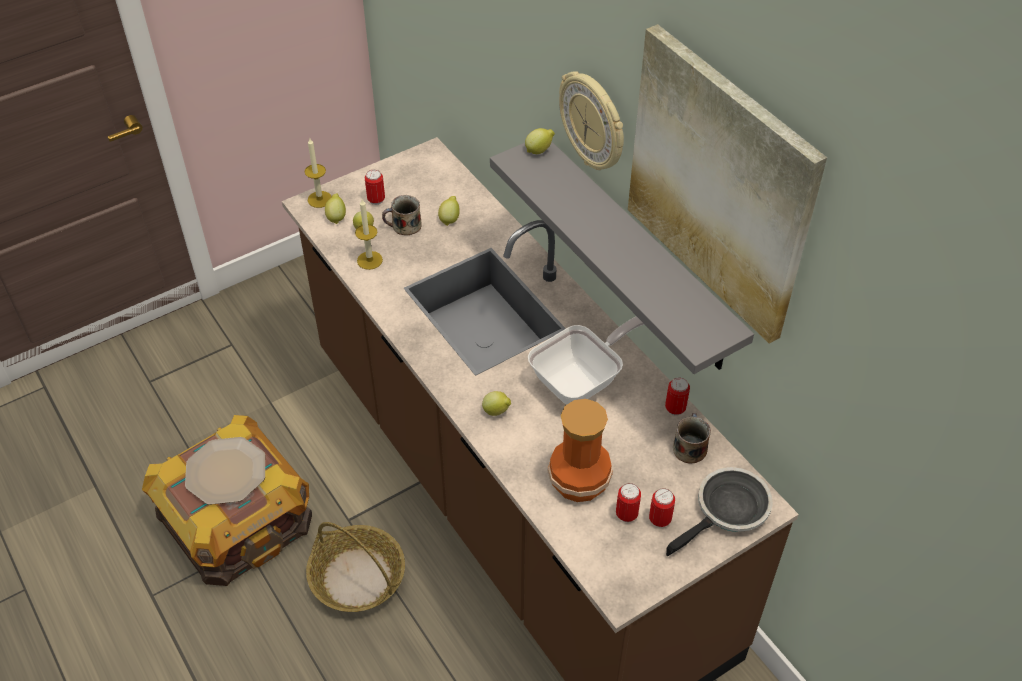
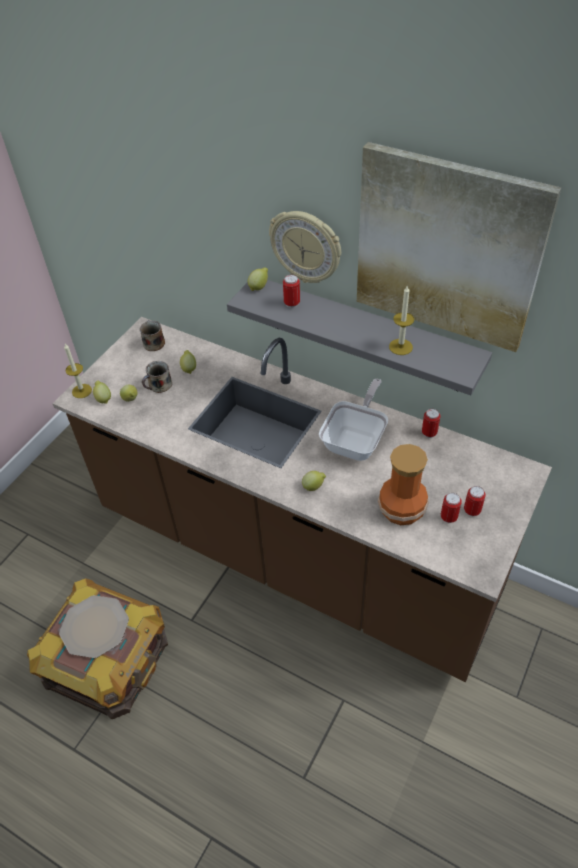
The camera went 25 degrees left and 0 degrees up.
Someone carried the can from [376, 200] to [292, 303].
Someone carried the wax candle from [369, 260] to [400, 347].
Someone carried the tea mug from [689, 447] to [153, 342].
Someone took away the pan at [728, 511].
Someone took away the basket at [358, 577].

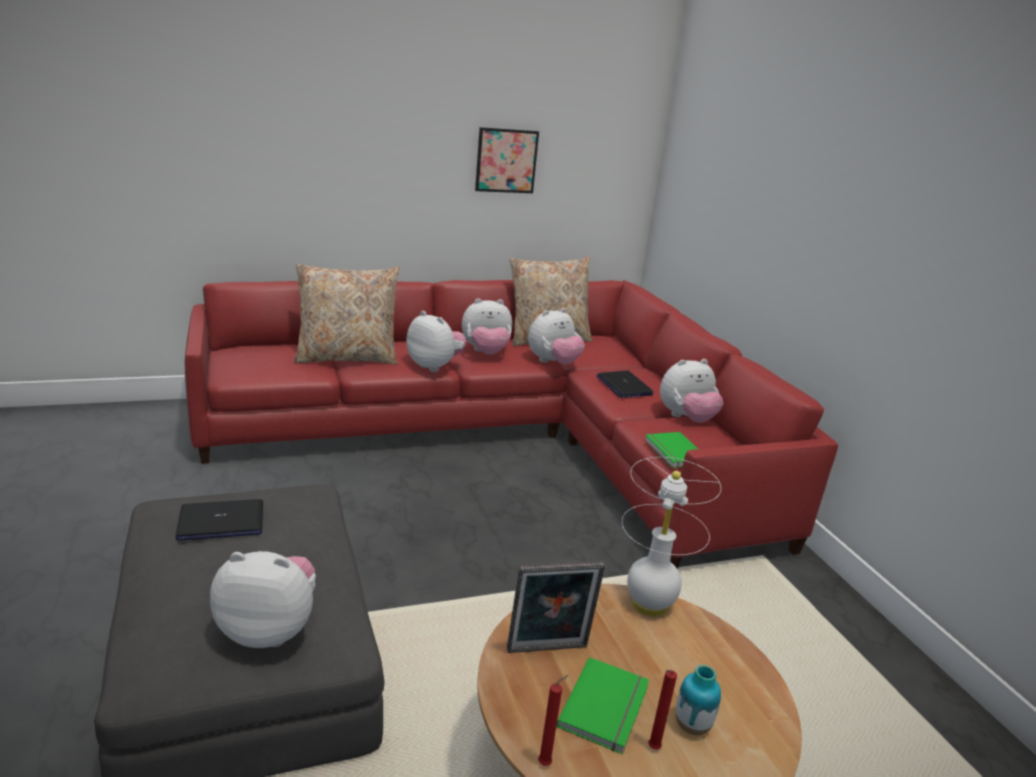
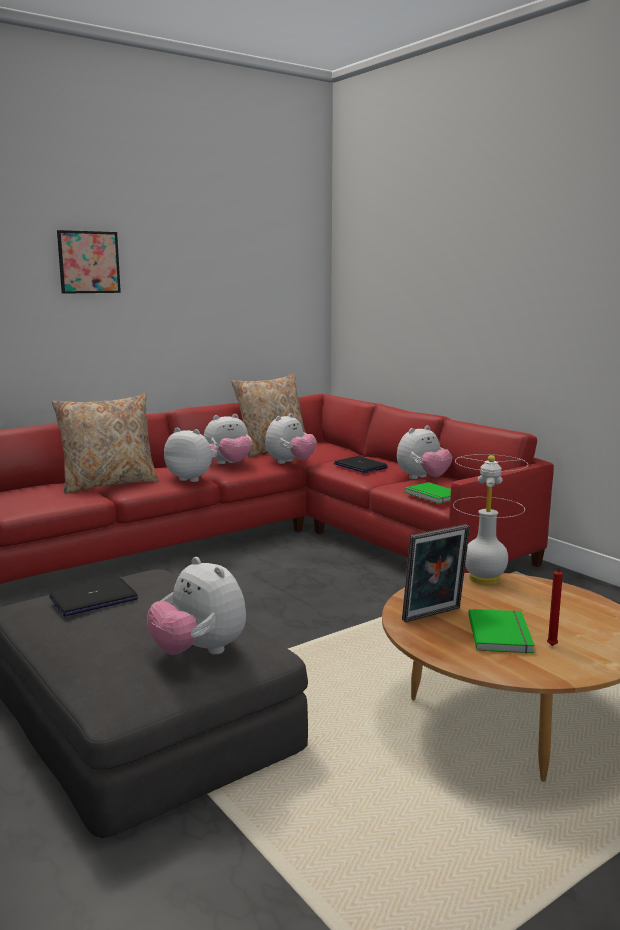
The camera went 15 degrees left and 10 degrees down.
Someone carried the wall picture from [506, 161] to [89, 262].
Someone rotated the cuddly toy at [269, 630] by 120 degrees counterclockwise.
Someone took away the flower vase at [692, 726].
Someone took away the wax candle (red) at [546, 763].

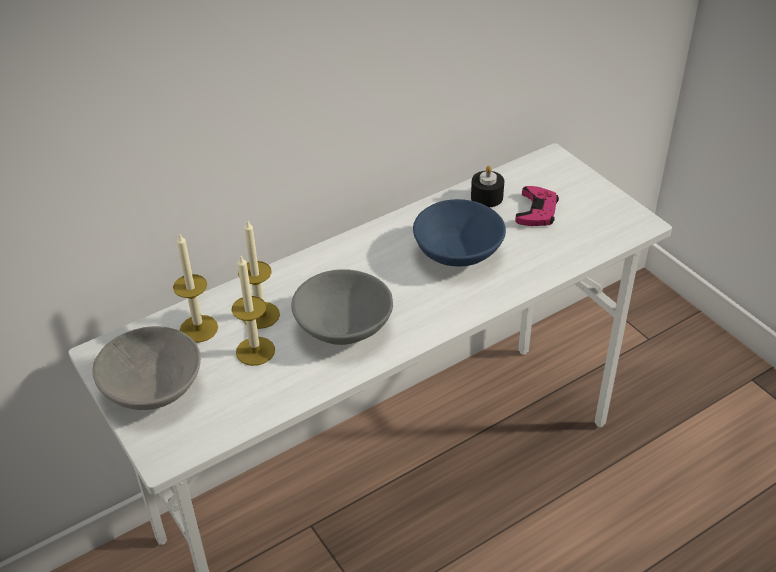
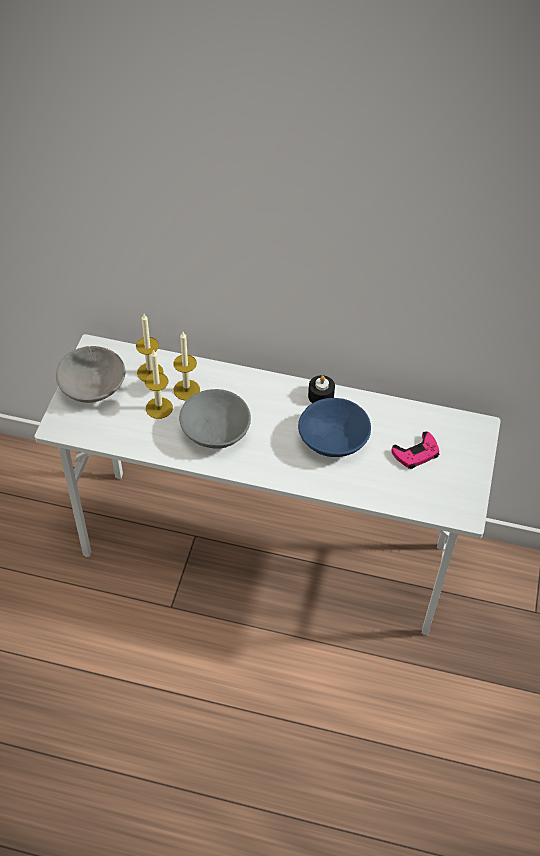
The camera went 45 degrees right and 10 degrees up.
Someone carried the wax candle (blackish) from [487, 197] to [320, 396].

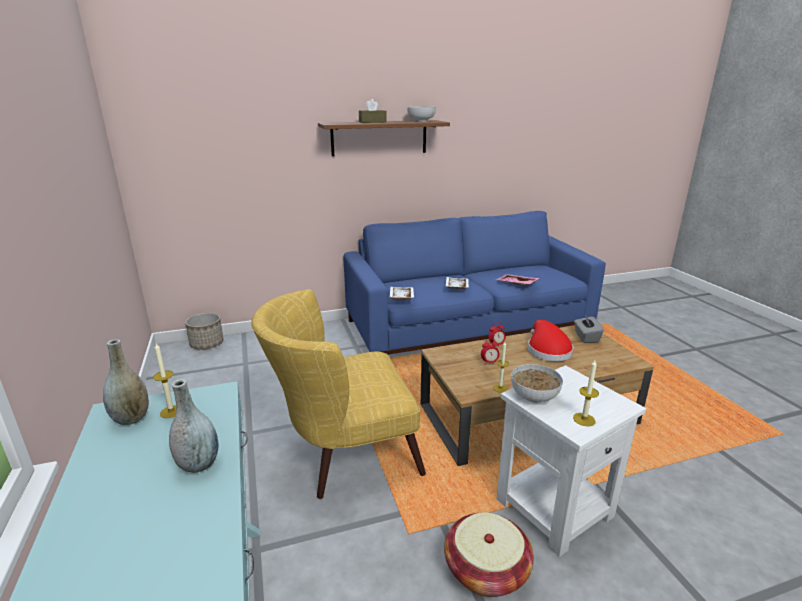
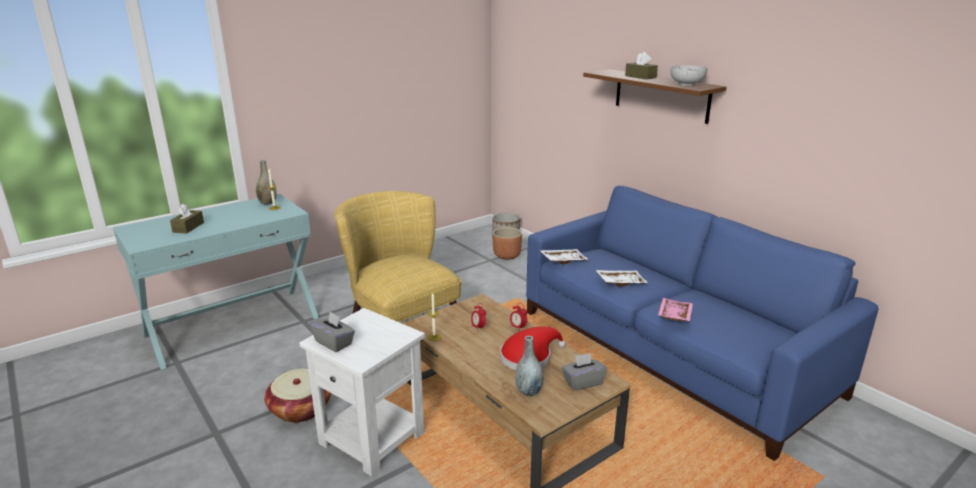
The camera went 70 degrees right and 0 degrees up.
Someone swapped the wax candle at [584, 419] for the box of tissues (gray) at [334, 342].
Someone took away the deep dish at [533, 396].
Someone carried the flower vase (gray) from [198, 464] to [528, 391].
Someone put down the box of tissues (brown-coloured) at [188, 227].
Someone put down the planter (brown-coloured) at [507, 256].

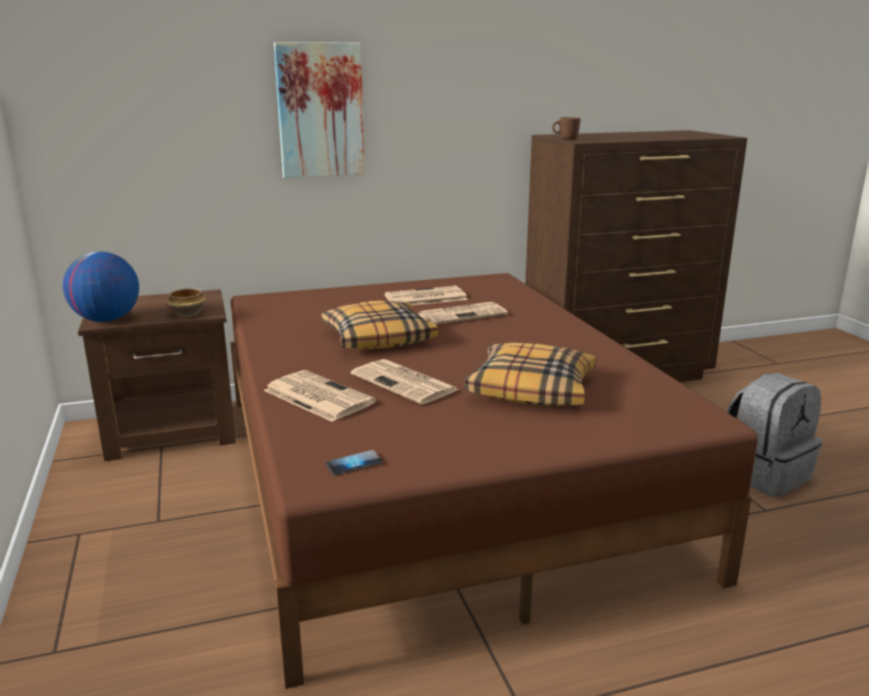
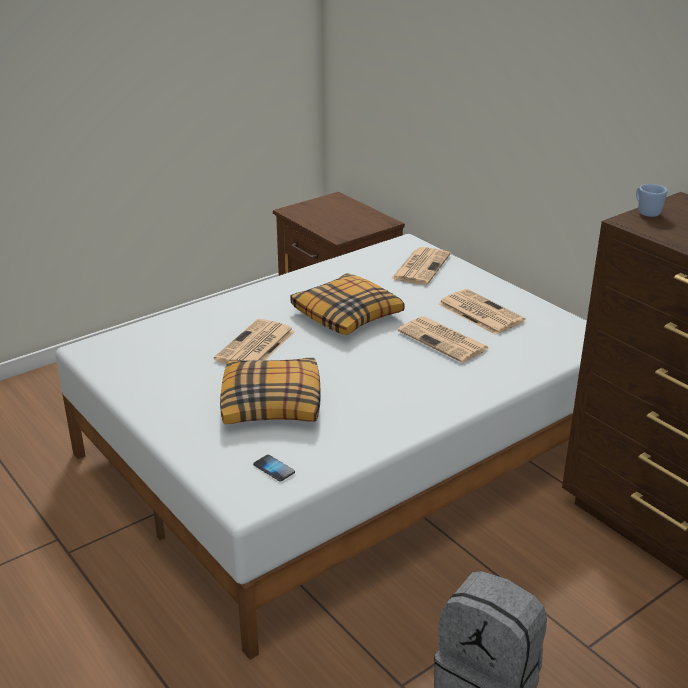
The camera went 70 degrees right and 10 degrees up.
Someone took away the wall picture at [320, 110].
Someone repainted the tea mug (brown-coloured) at [565, 139], which became the tea mug (blue) at [646, 212].
Someone took away the desk globe at [106, 320].
Someone repainted the bedroom bed (brown-coloured) at [435, 475], which became the bedroom bed (white) at [345, 452].
Someone took away the deep dish at [188, 314].
Someone carried the daily paper from [317, 396] to [421, 266].
Someone carried the phone from [354, 464] to [274, 469].

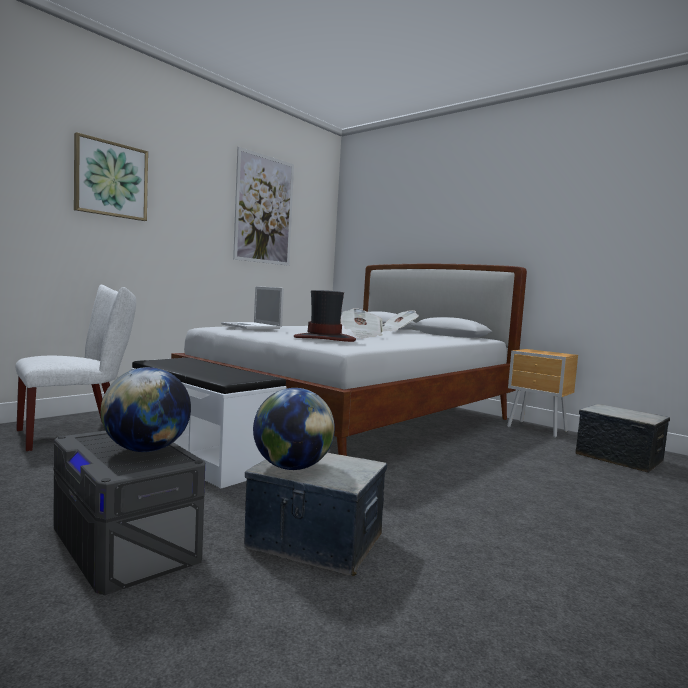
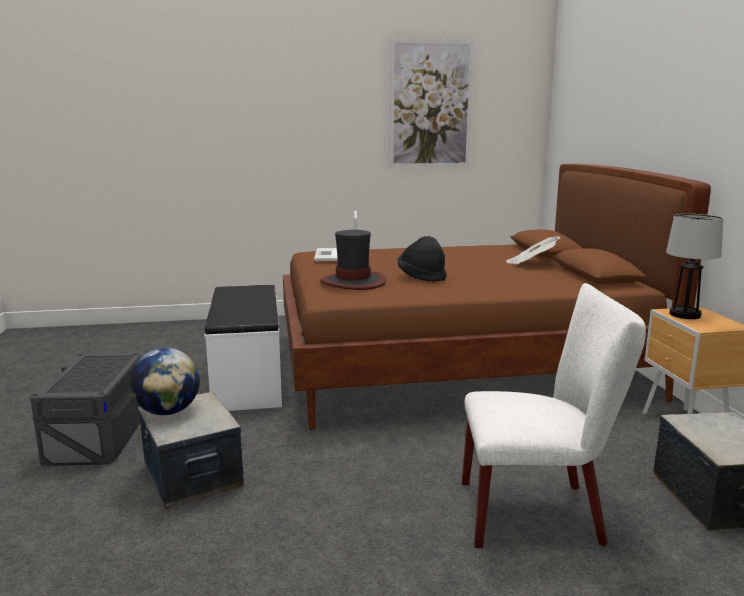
The camera went 40 degrees right and 10 degrees up.
Someone took away the wall picture at [111, 179].
Someone repainted the bedroom bed (white) at [356, 420], which became the bedroom bed (brown-coloured) at [456, 366].
Someone carried the plain chair (white) from [78, 433] to [540, 512].
Someone swapped the daily paper at [361, 336] for the clothing hat (blackish) at [422, 277].
Someone took away the desk globe at [146, 450].
Someone put down the tabletop lamp at [684, 315].

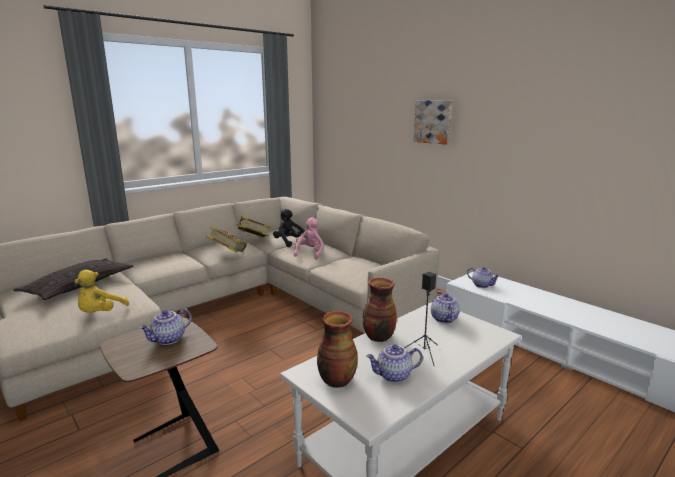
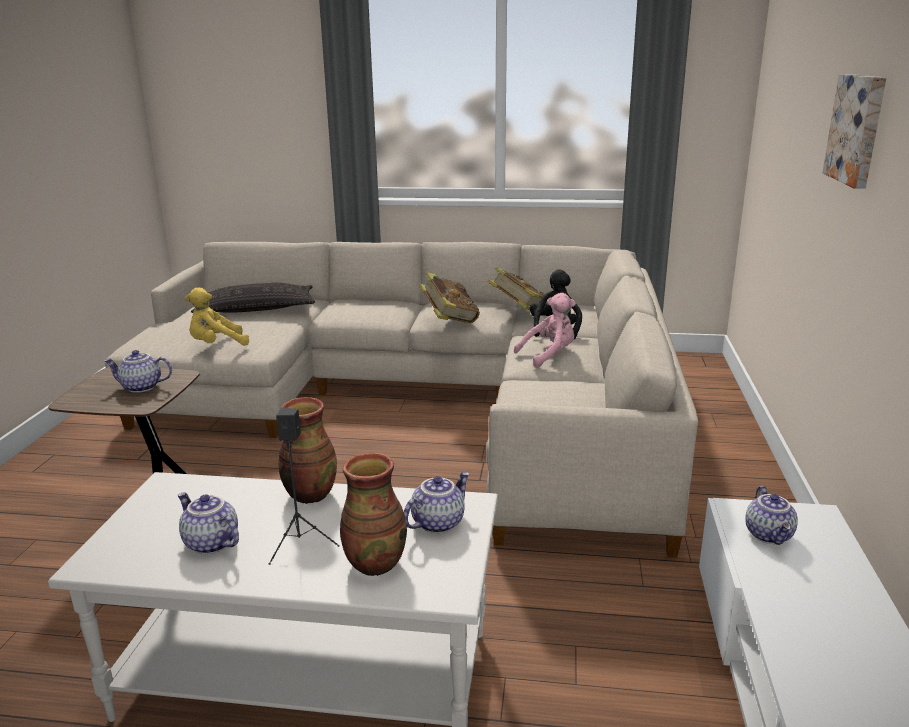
The camera went 50 degrees right and 5 degrees up.
Someone carried the flower vase from [336, 380] to [375, 563].

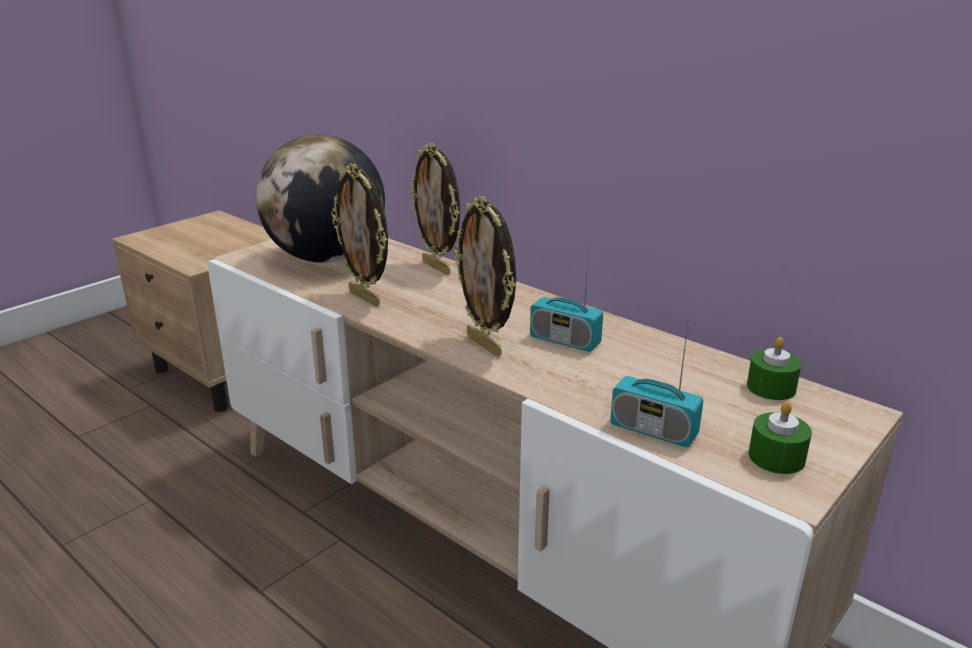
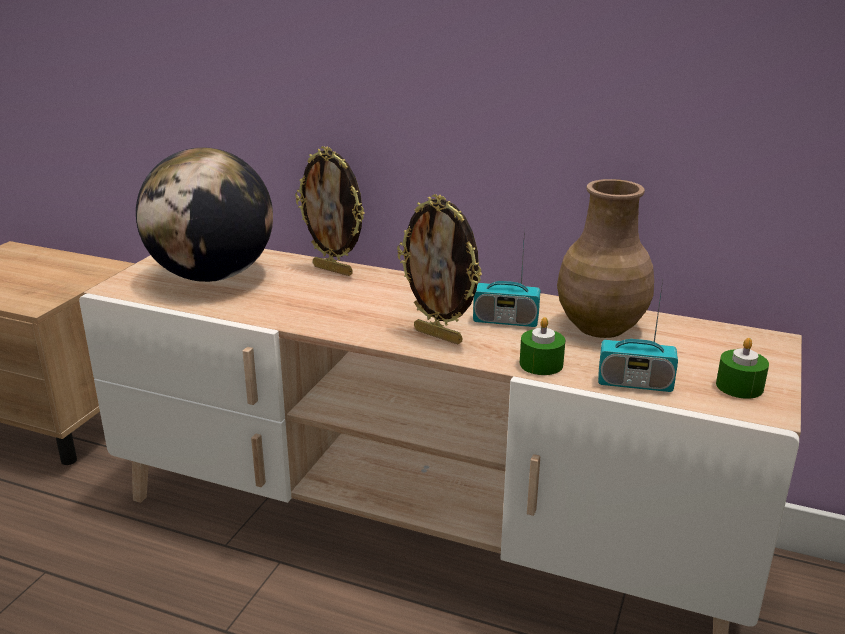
The camera went 20 degrees left and 0 degrees up.
Someone took away the photo frame at [366, 297].
Someone carried the wax candle (greenish) from [771, 387] to [541, 364].
Someone put down the flower vase (brown-coloured) at [601, 327].

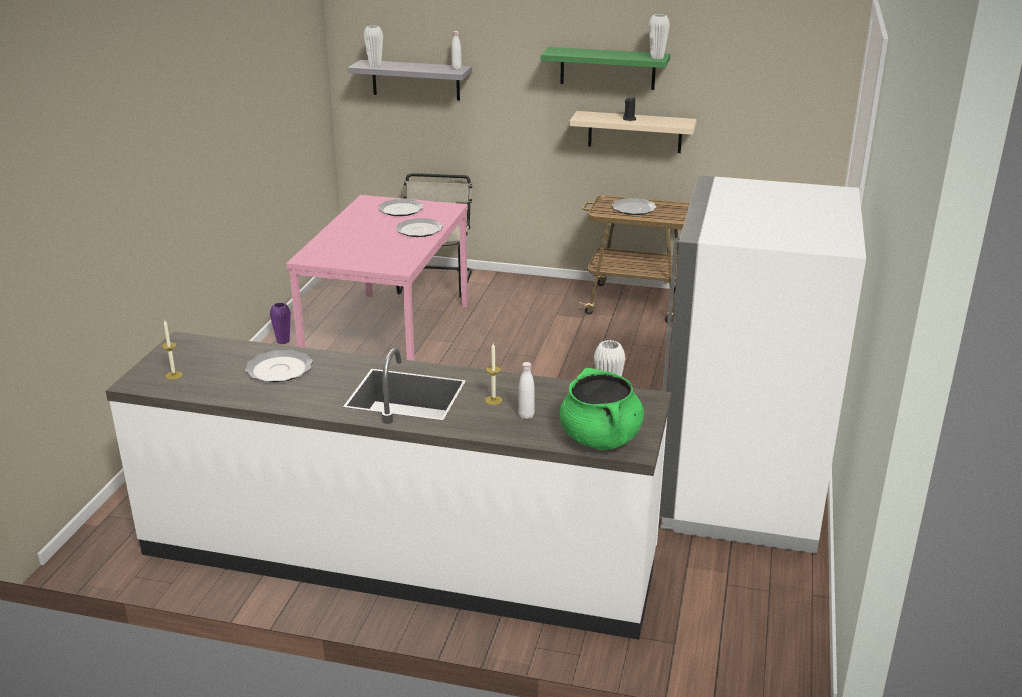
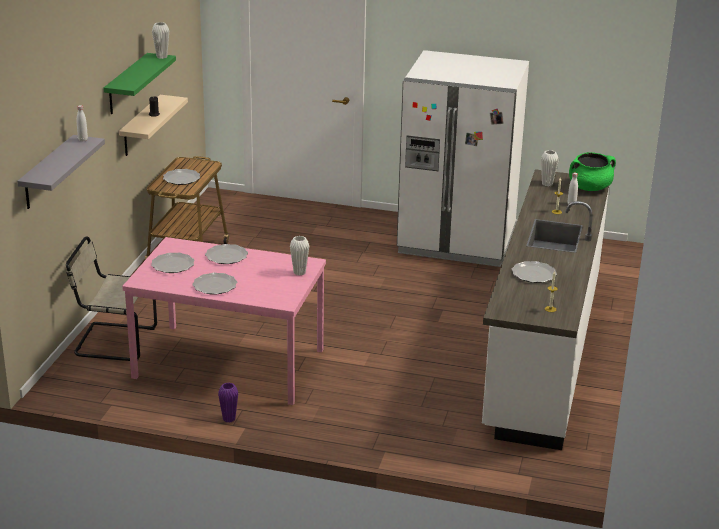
The camera went 90 degrees left and 0 degrees up.
Someone carried the flower vase (white) from [375, 66] to [299, 272].
Someone put down the dinner plate at [214, 286].

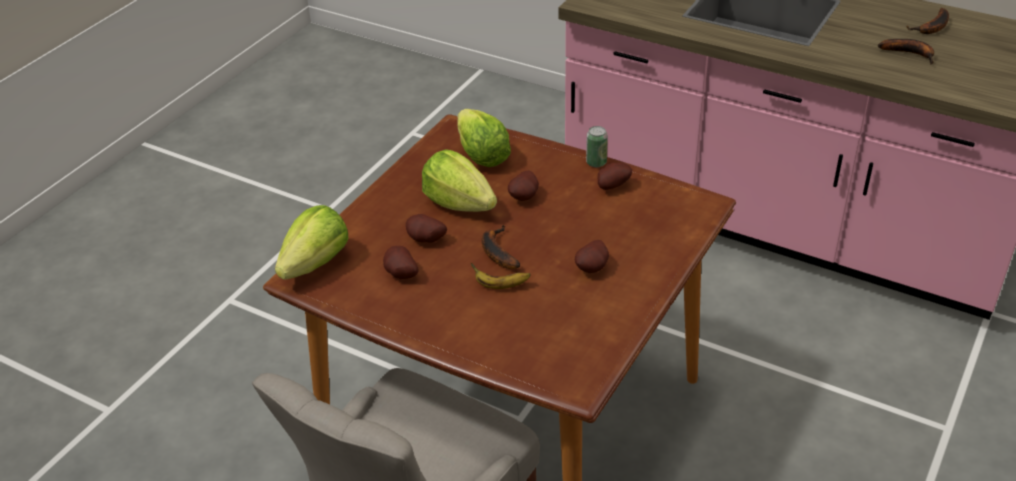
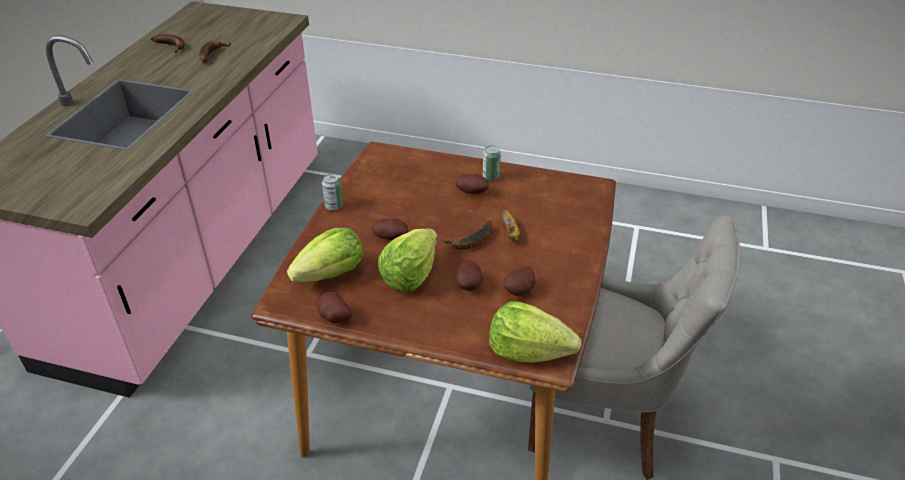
The camera went 105 degrees left and 0 degrees up.
Someone carried the potato from [612, 186] to [334, 318].
Someone put down the can at [491, 176].

